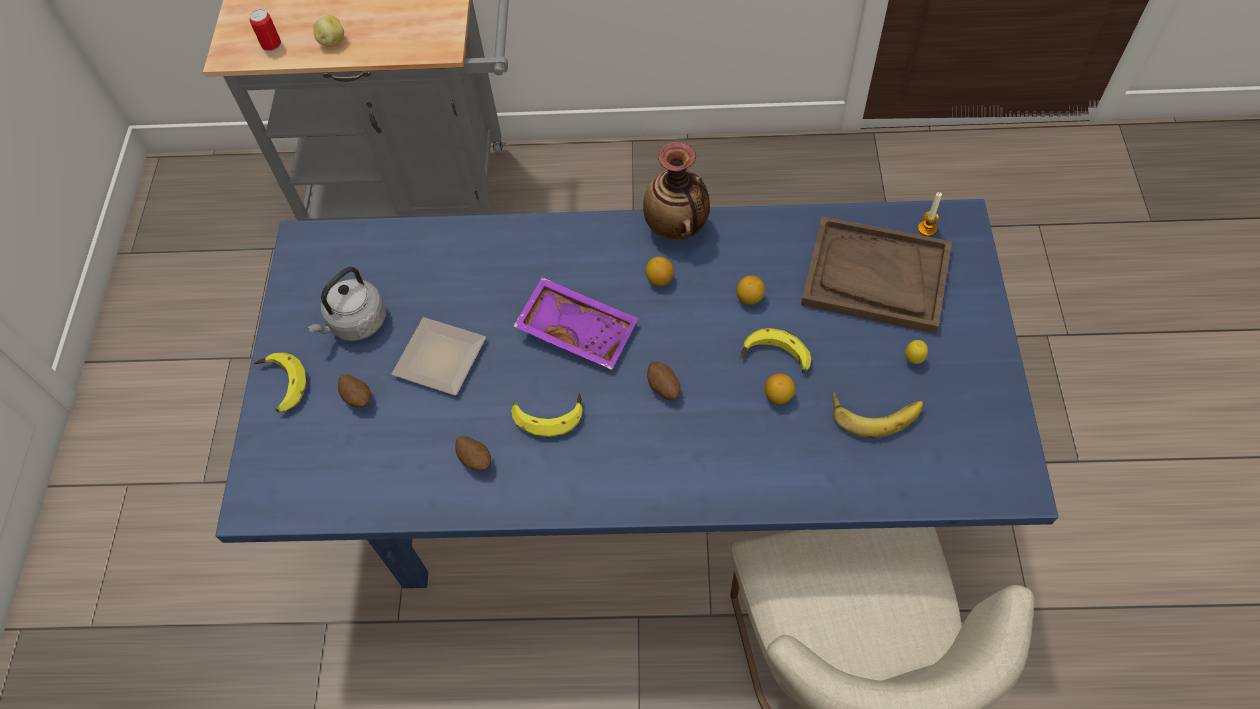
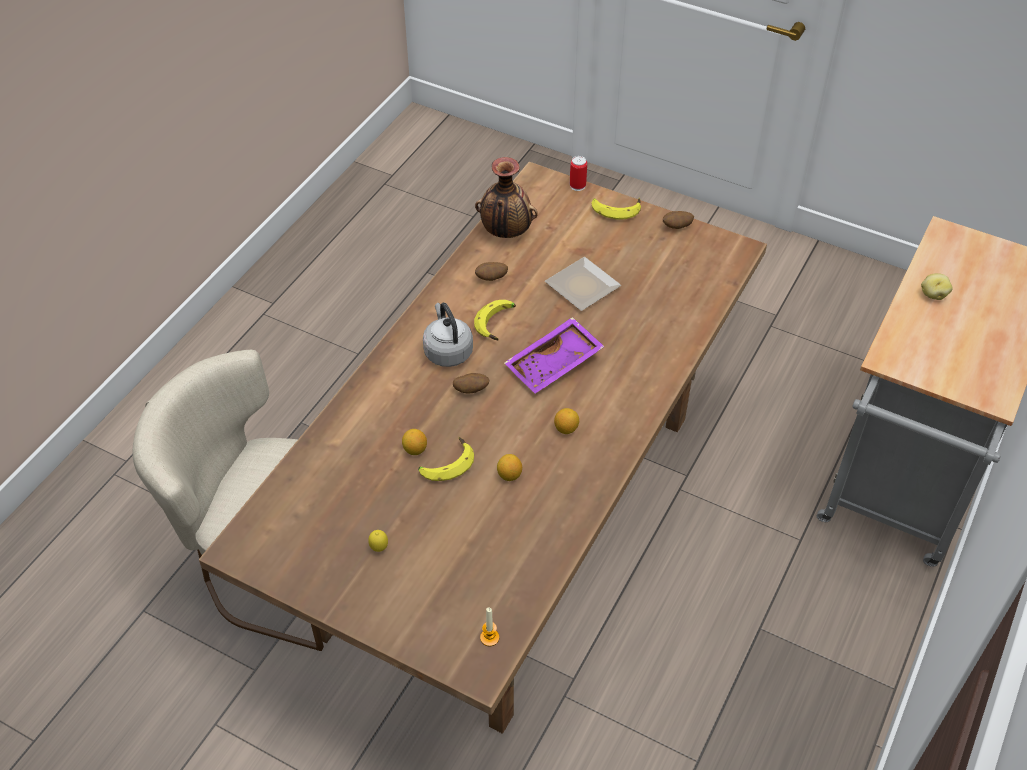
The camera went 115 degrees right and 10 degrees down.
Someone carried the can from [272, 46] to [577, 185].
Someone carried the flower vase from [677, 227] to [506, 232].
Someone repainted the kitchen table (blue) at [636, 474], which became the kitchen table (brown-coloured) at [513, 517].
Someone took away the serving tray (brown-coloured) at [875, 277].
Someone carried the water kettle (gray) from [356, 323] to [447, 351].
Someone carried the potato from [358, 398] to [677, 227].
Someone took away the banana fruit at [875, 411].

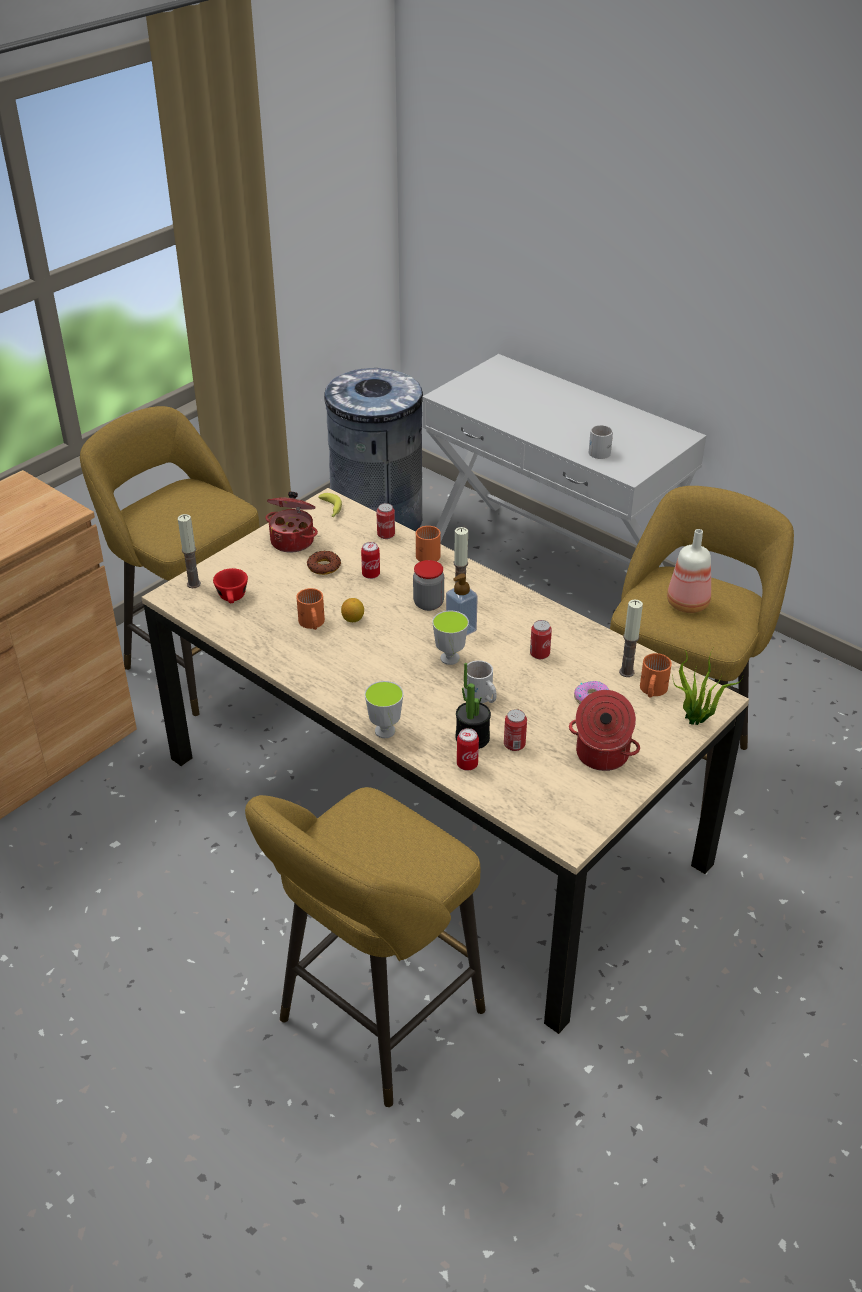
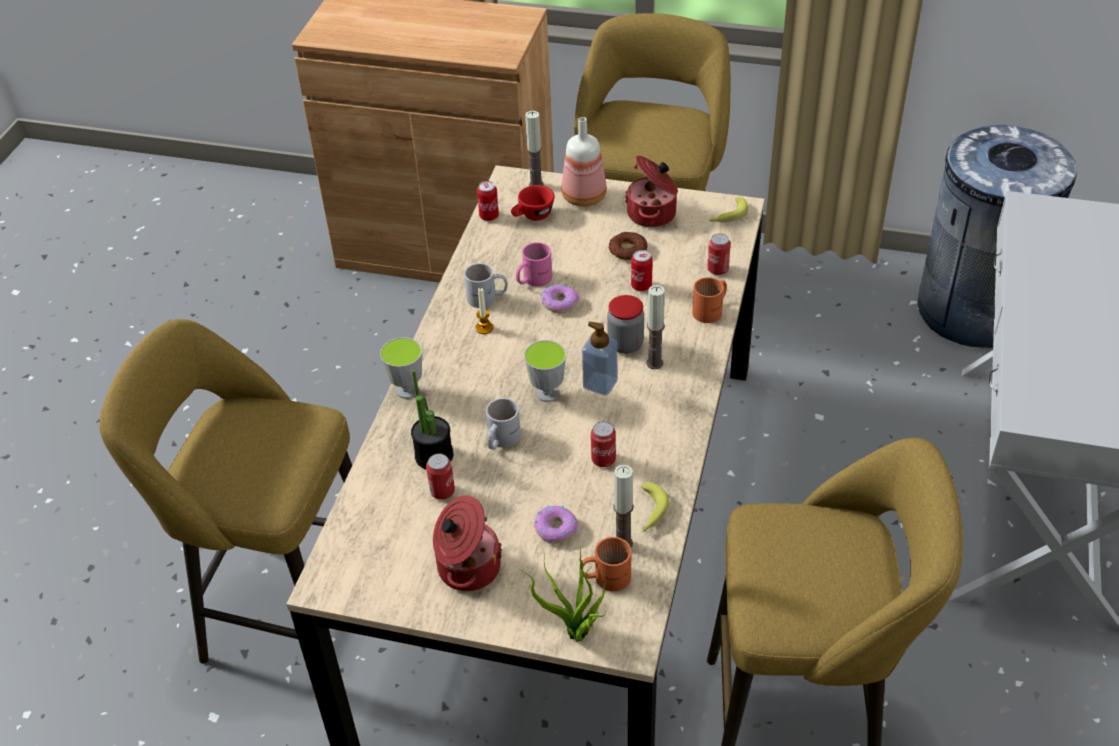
The camera went 65 degrees right and 5 degrees up.
Someone carried the tea mug (white) from [601, 451] to [487, 298].
Someone carried the bottle from [689, 604] to [585, 198].
Someone repainted the tea mug (orange-coloured) at [311, 623], which became the tea mug (pink-coloured) at [532, 279].
Someone swapped the citrus fruit at [353, 619] for the doughnut at [560, 303].
Someone carried the can from [467, 764] to [489, 216].
Someone put down the wax candle at [484, 328].
Someone put down the banana fruit at [649, 512].

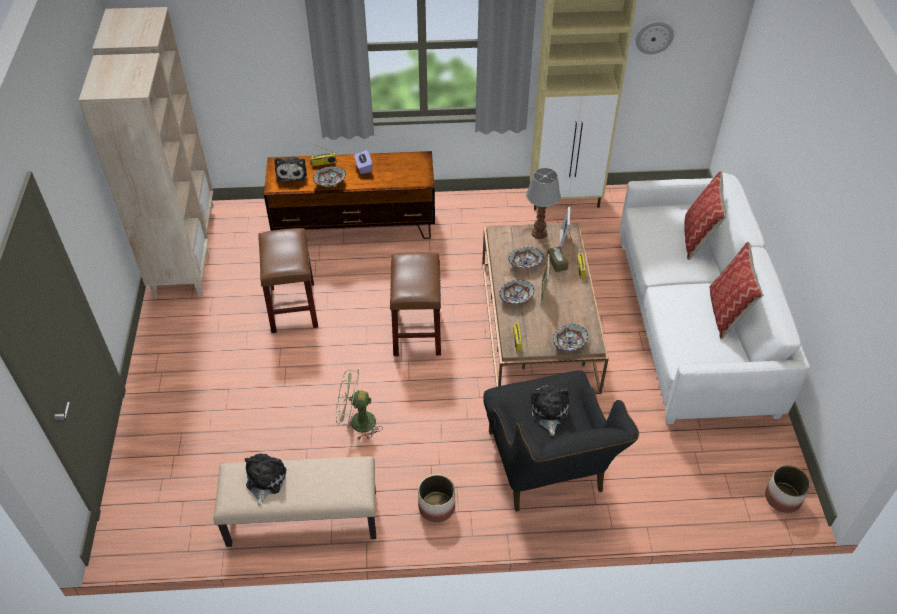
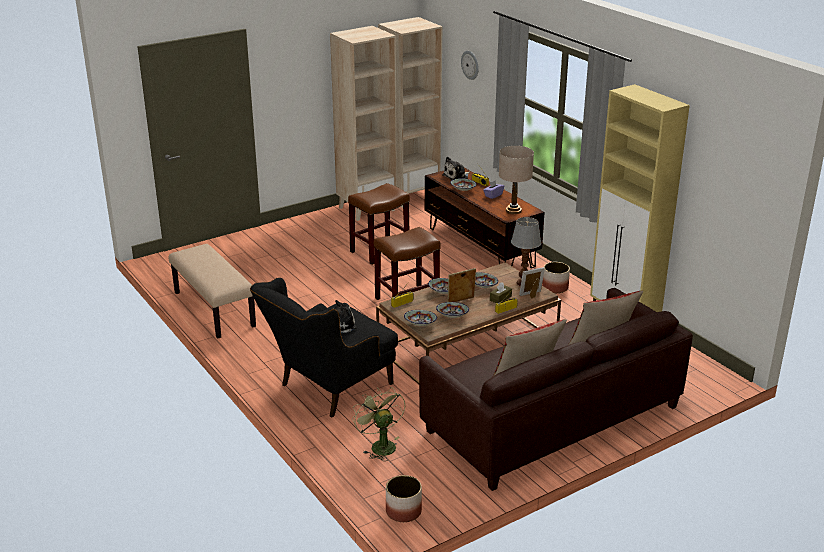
The camera went 60 degrees right and 20 degrees down.
Someone carried the clock on the wall from [654, 37] to [470, 65].
Someone repainted the couch (white) at [693, 326], which became the couch (brown-coloured) at [551, 418].
Someone carried the electric fan (greenish) from [357, 423] to [380, 445].
Someone took away the cuddly toy at [265, 480].
Someone carried the planter from [436, 507] to [555, 287].
Someone put down the tabletop lamp (sand-coloured) at [513, 211].
Someone put down the deep dish at [452, 316].

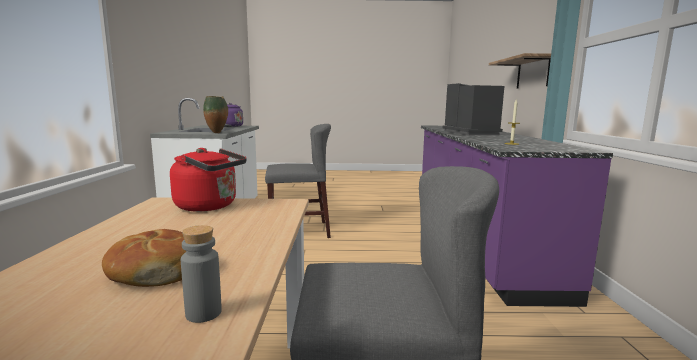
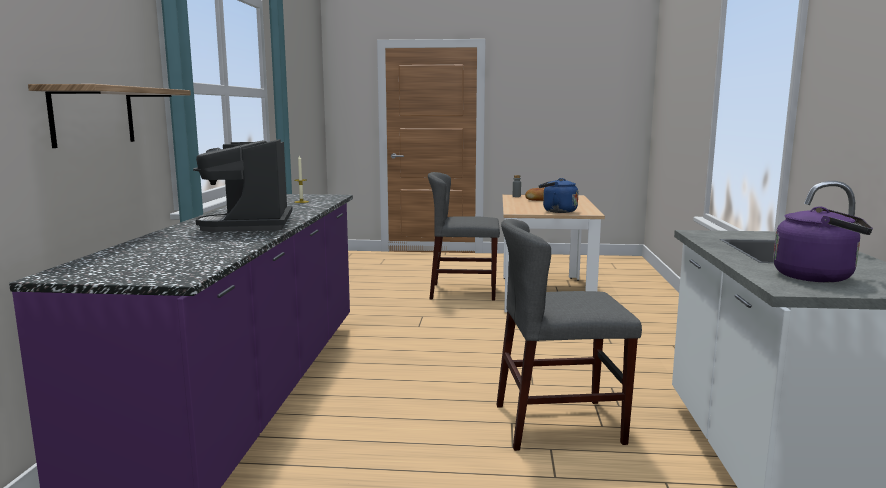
The camera went 175 degrees left and 0 degrees up.
Someone took away the flower vase at [217, 133].
Someone repainted the water kettle (red) at [210, 206], which became the water kettle (blue) at [557, 211].

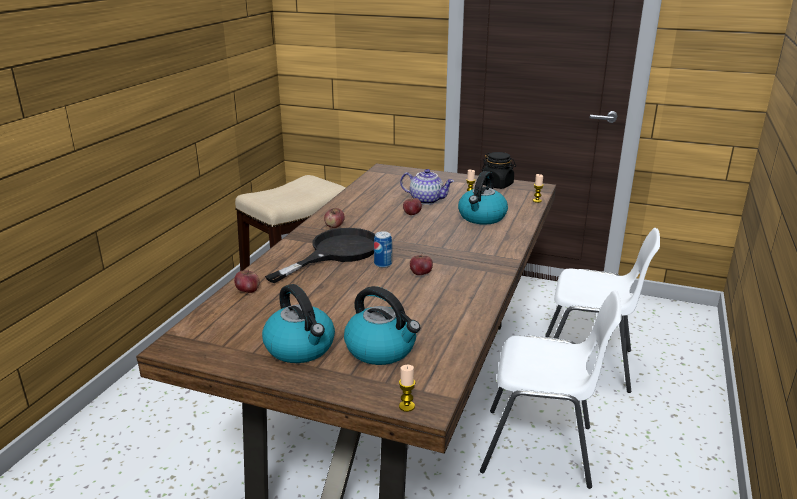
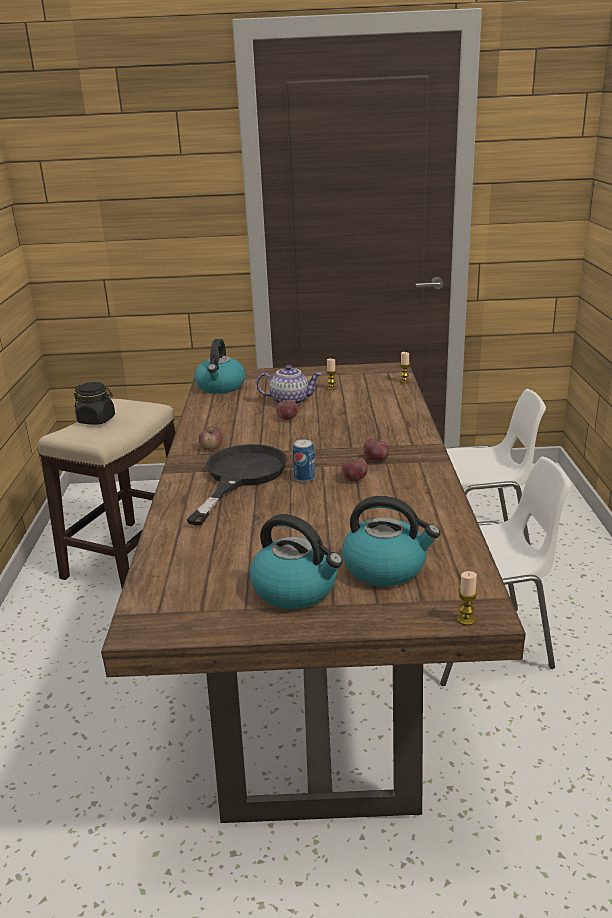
The camera went 20 degrees left and 0 degrees up.
Someone carried the storage jar (blackish) from [497, 185] to [97, 420].
Someone carried the water kettle from [482, 217] to [221, 387].
Someone carried the whole apple from [248, 290] to [376, 459].

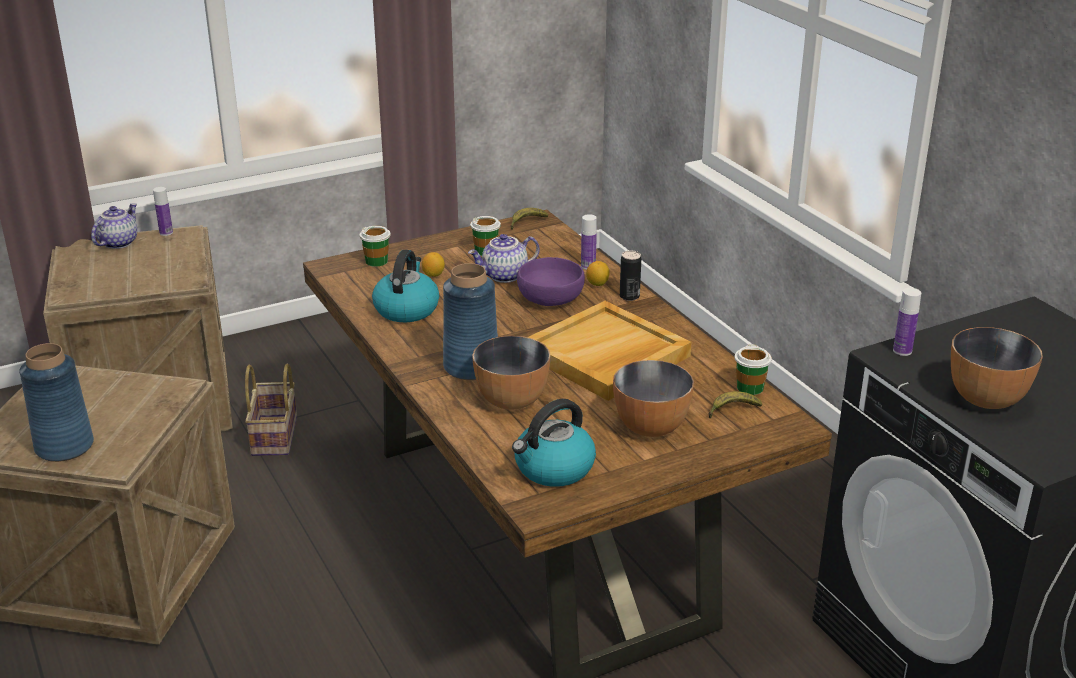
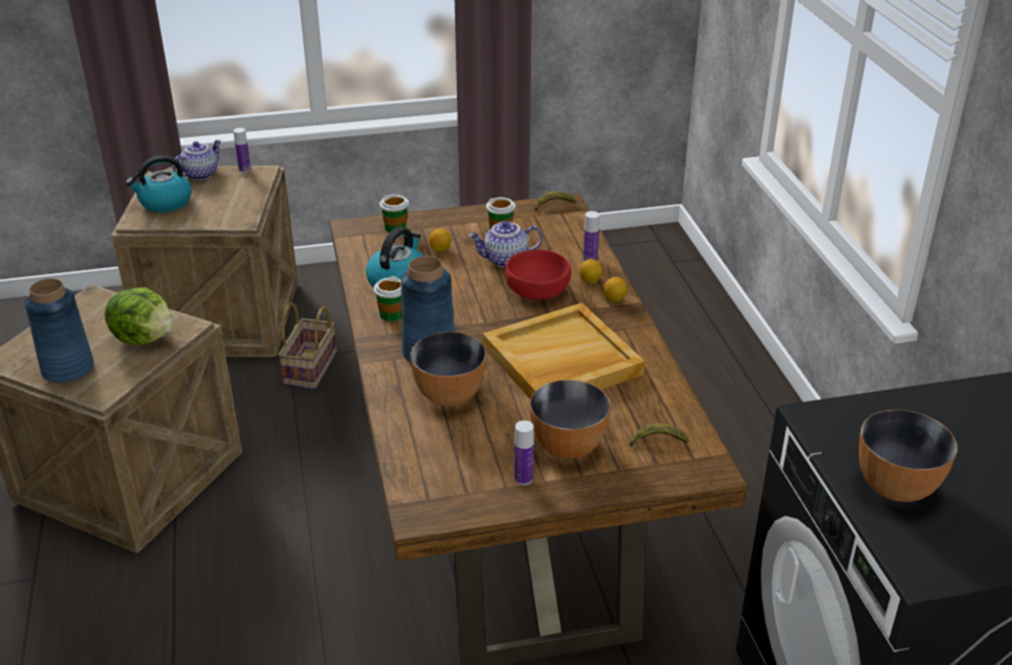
The camera went 15 degrees right and 5 degrees up.
Someone swapped the can at [629, 296] for the citrus fruit at [614, 299].
Someone repainted the deep dish (purple-coloured) at [551, 299], which became the deep dish (red) at [538, 291].
Someone carried the bottle from [902, 351] to [523, 478].
Someone carried the small cup from [750, 388] to [391, 315].
Someone carried the water kettle from [553, 469] to [164, 203].
Someone put down the lettuce at [145, 337].

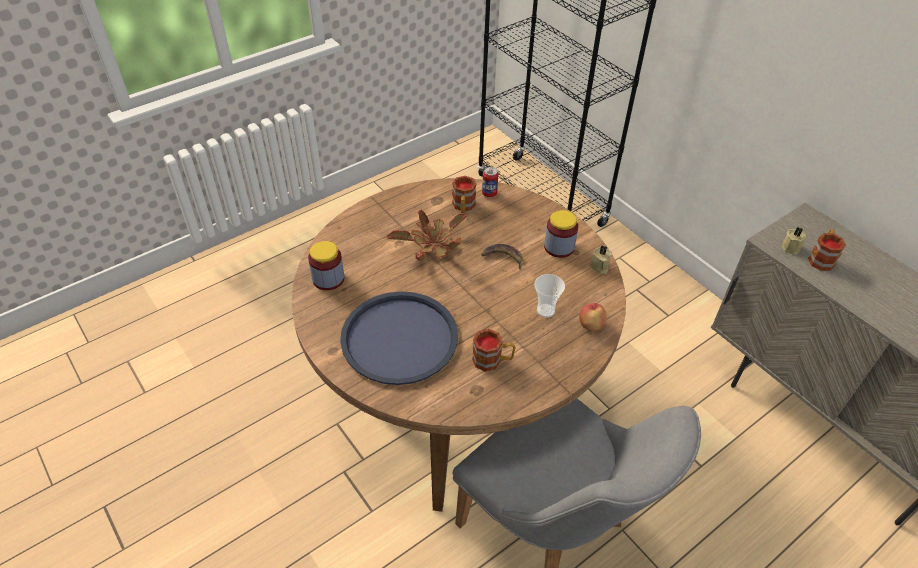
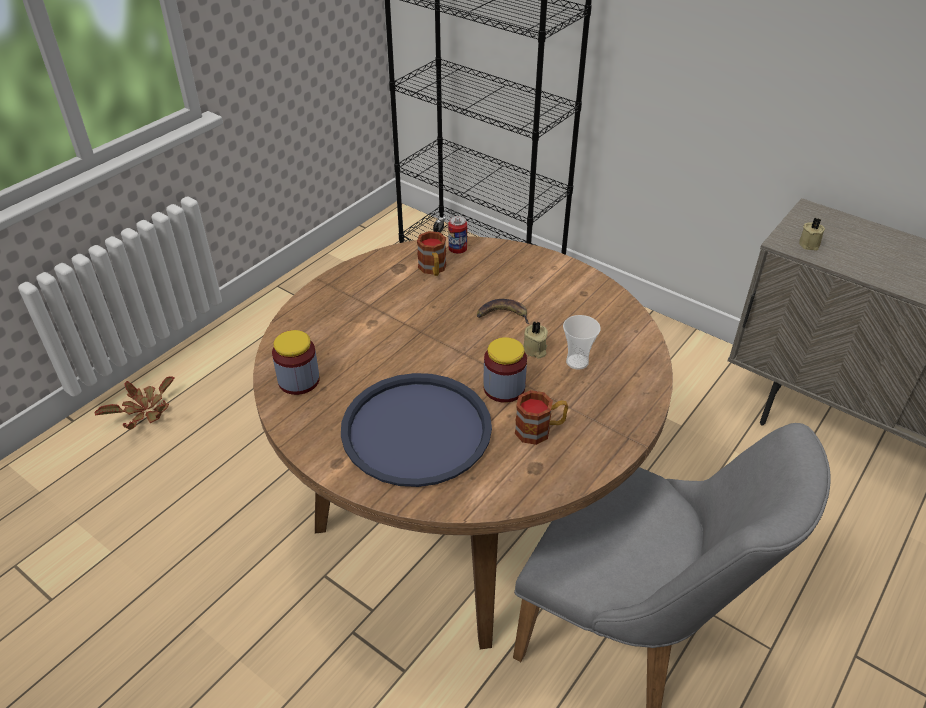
The camera went 15 degrees left and 5 degrees down.
Someone carried the houseplant from [432, 245] to [145, 412].
Someone carried the storage jar from [559, 247] to [504, 388].
Someone took away the tea mug at [821, 258].
Someone carried the wax candle (sand-coloured) from [599, 266] to [534, 350].
Someone took away the whole apple at [591, 325].

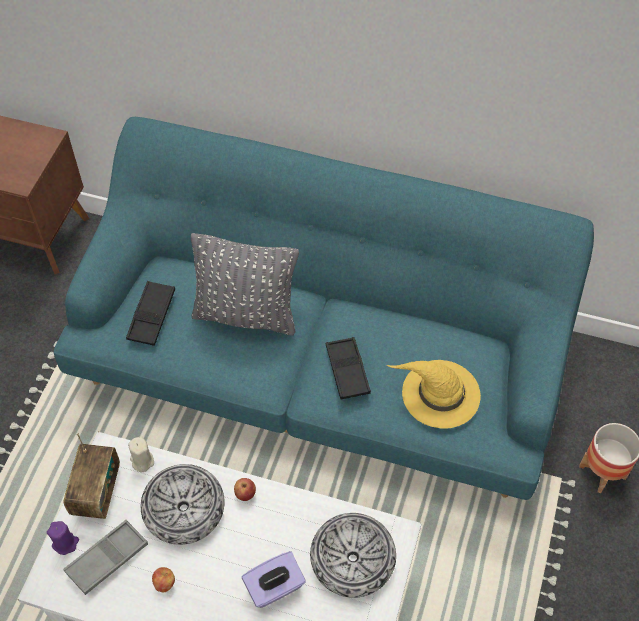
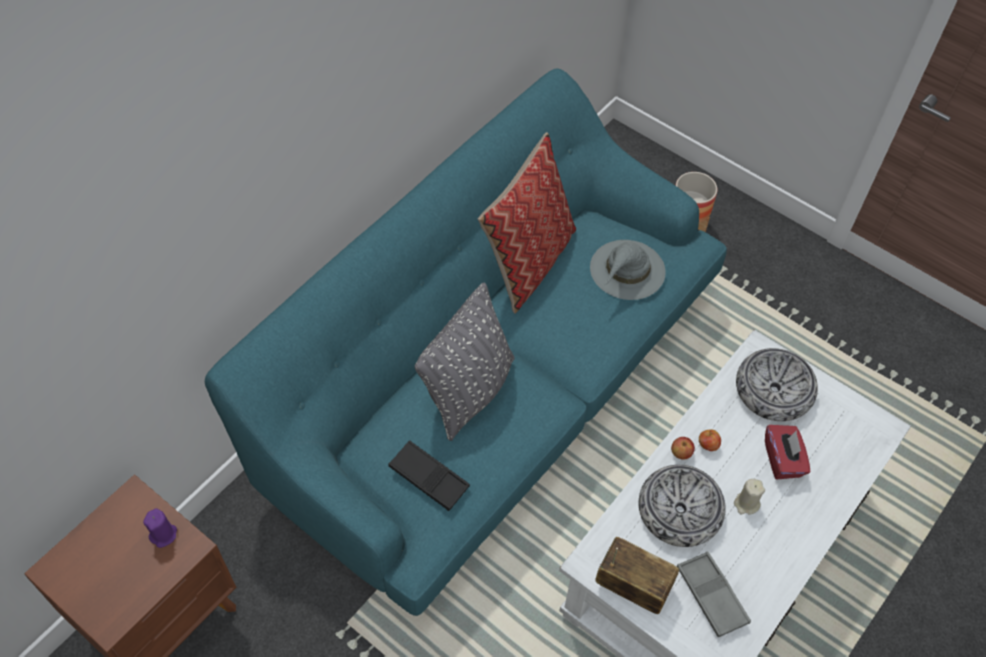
The camera went 70 degrees left and 0 degrees up.
Someone took away the serving tray (blackish) at [347, 371].
Someone repainted the clothing hat (yellowish) at [439, 393], which became the clothing hat (gray) at [627, 270].
Someone carried the wax candle (sand-coloured) from [142, 461] to [746, 504].
Someone carried the wax candle (purple-coloured) from [65, 543] to [163, 534].
Someone repainted the box of tissues (purple-coloured) at [274, 587], which became the box of tissues (red) at [782, 460].
Someone carried the whole apple from [164, 583] to [707, 445].
Someone put down the throw pillow at [528, 261].

